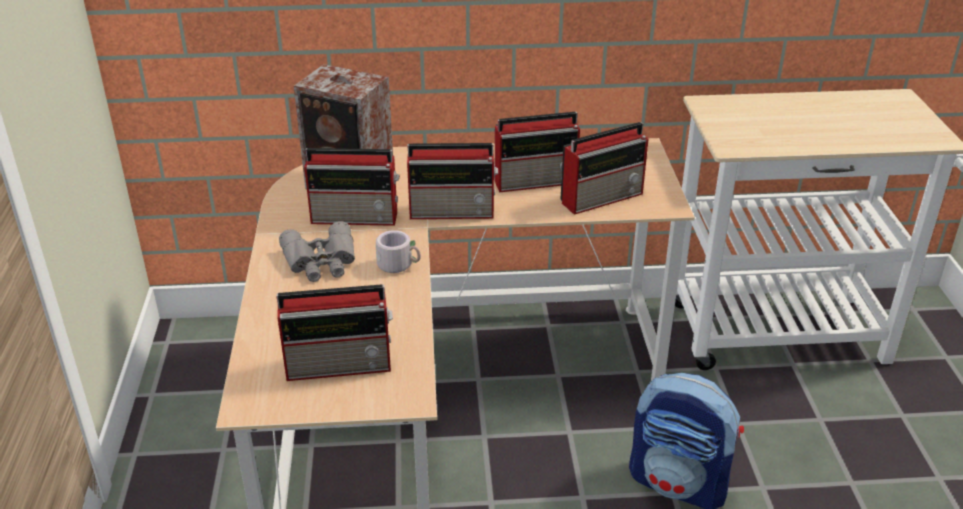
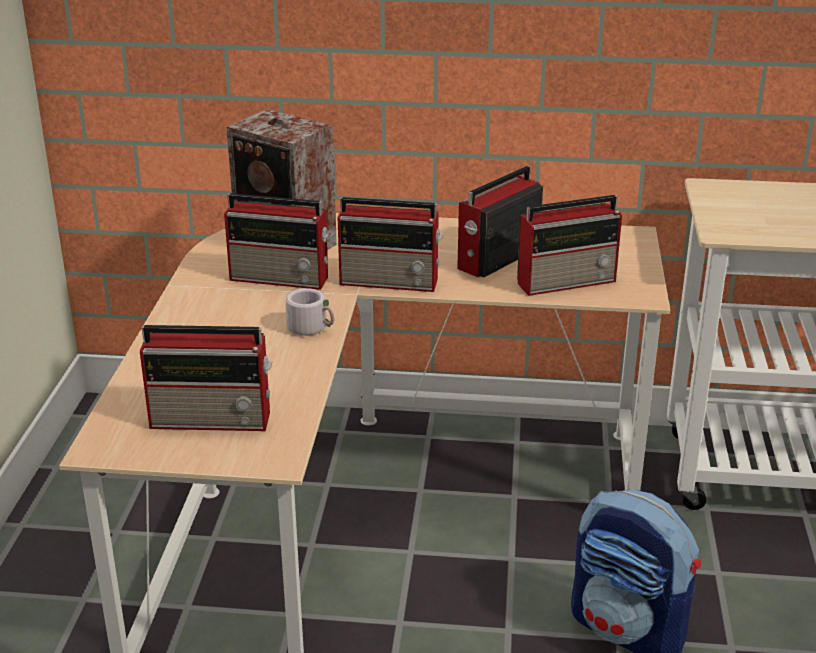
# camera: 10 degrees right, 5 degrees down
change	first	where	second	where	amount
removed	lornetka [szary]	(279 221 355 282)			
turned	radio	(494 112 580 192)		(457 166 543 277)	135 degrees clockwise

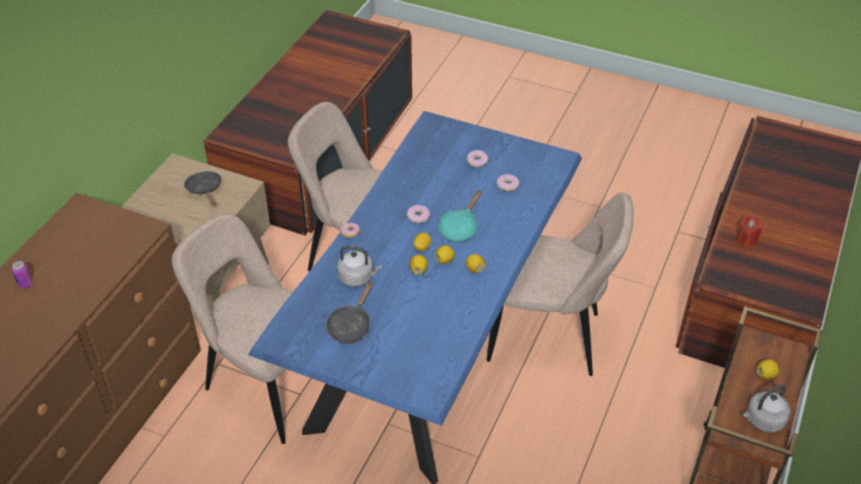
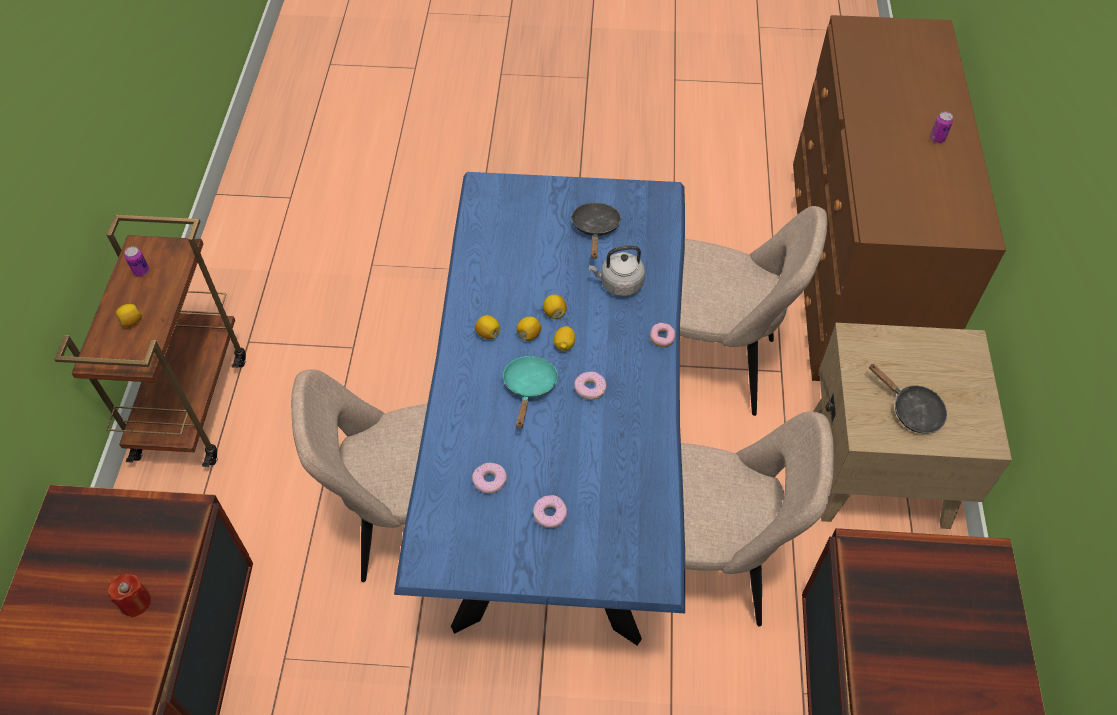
# camera: 160 degrees right, 10 degrees up
change	first	where	second	where	amount
replaced	czajnik [szary]	(743 385 790 432)	puszka	(124 246 149 277)	

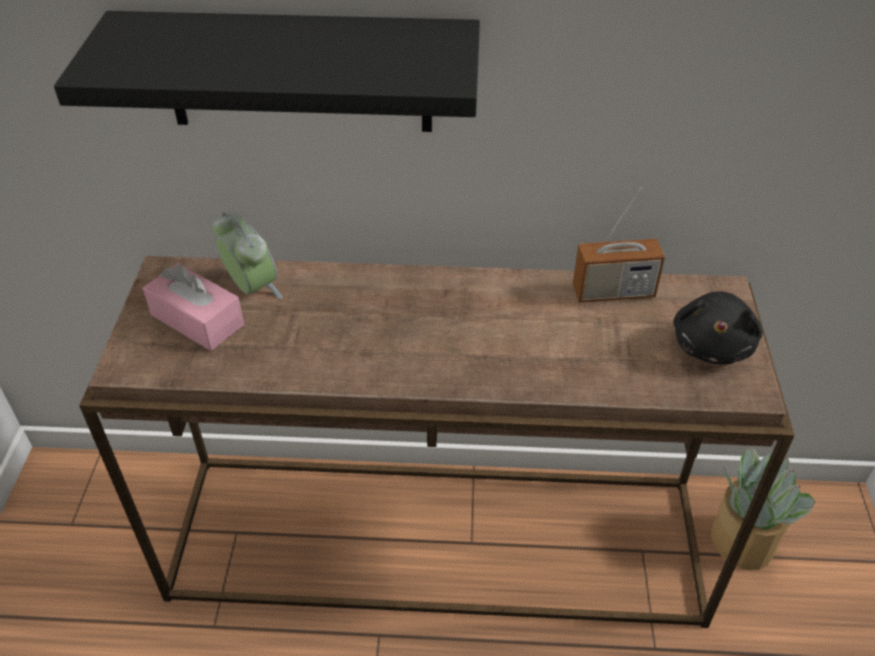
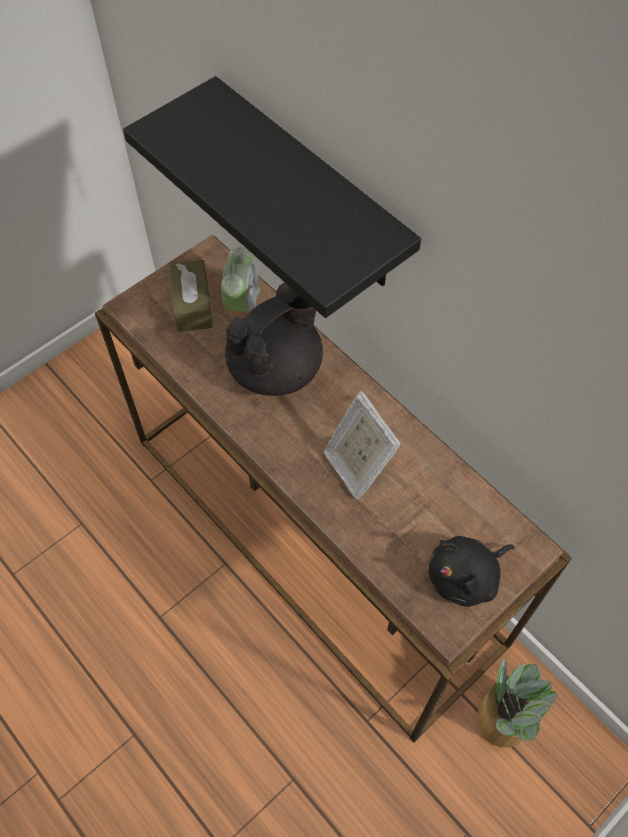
# camera: 45 degrees right, 15 degrees up
change	first	where	second	where	amount
recoloured	pudełko chusteczek [różowy]	(143 263 244 351)	pudełko chusteczek [brązowy]	(169 260 213 332)	
removed	radio	(573 187 665 303)			
added			imbryk [czarny]	(225 283 323 396)	
added			ramka na zdjęcie	(323 391 401 499)	

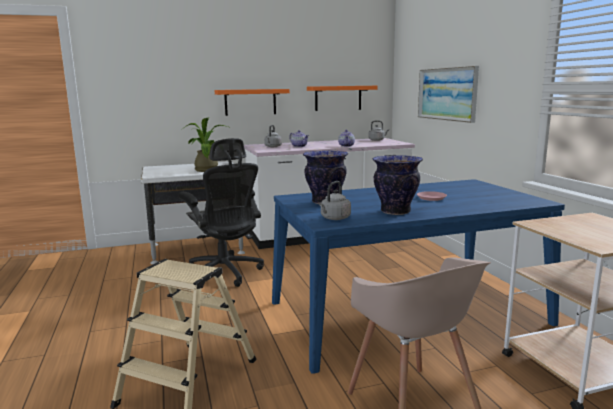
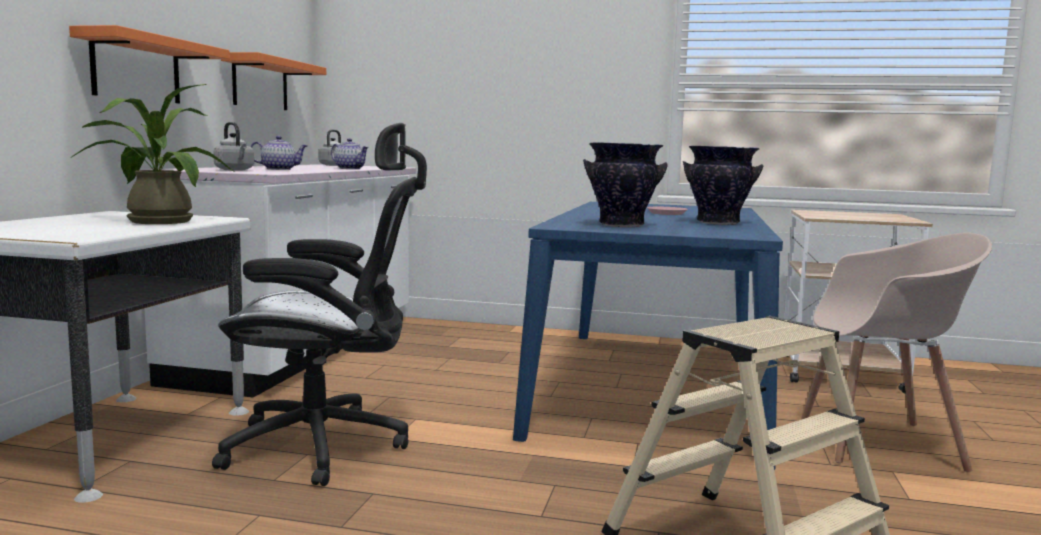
# camera: 60 degrees left, 5 degrees down
change	first	where	second	where	amount
removed	czajnik [szary]	(319 181 351 220)			
removed	obraz	(418 66 479 123)			

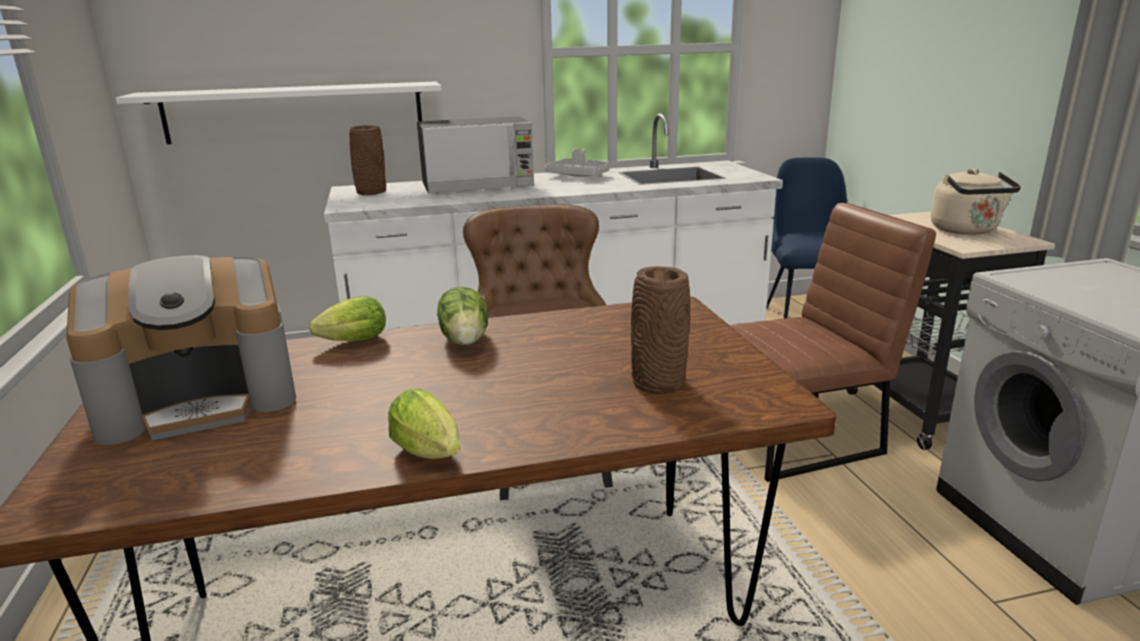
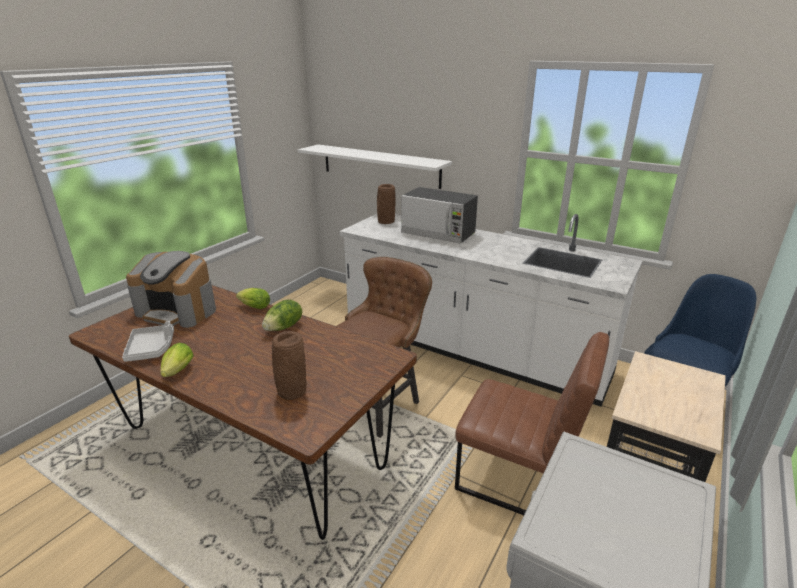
# camera: 45 degrees right, 5 degrees up
change	first	where	second	where	amount
moved	taca [szary]	(545 149 610 177)		(122 321 174 362)	
removed	czajnik [beżowy]	(931 169 1021 235)			

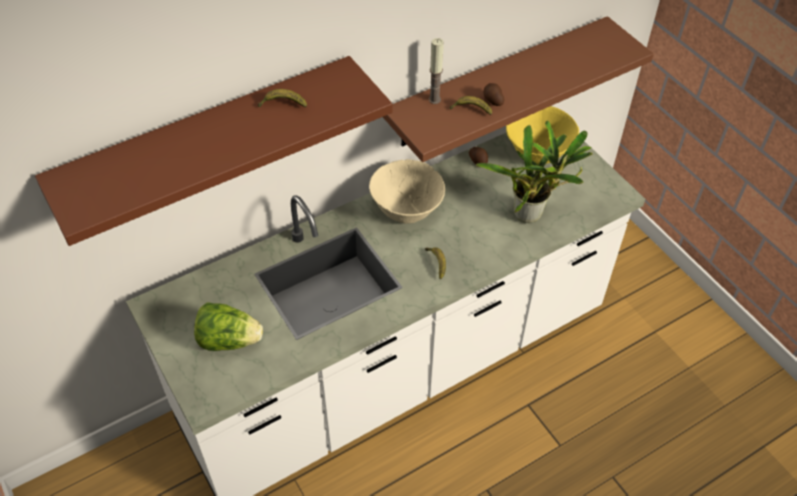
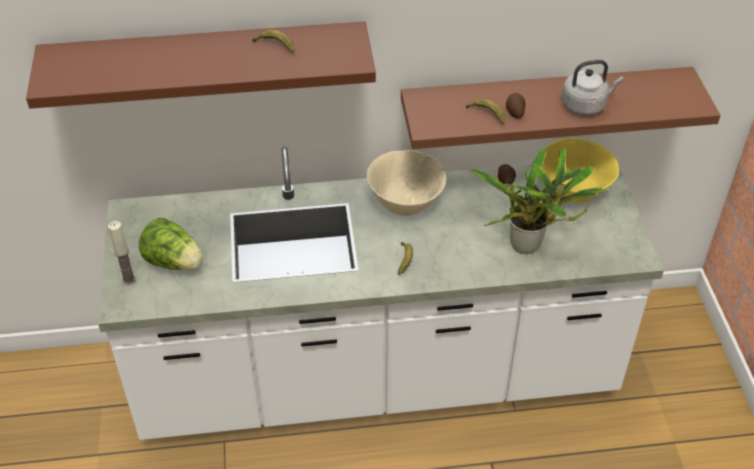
# camera: 25 degrees right, 5 degrees down
change	first	where	second	where	amount
moved	świeca	(429 38 444 104)		(108 221 136 285)	
added			czajnik [szary]	(562 60 624 115)	

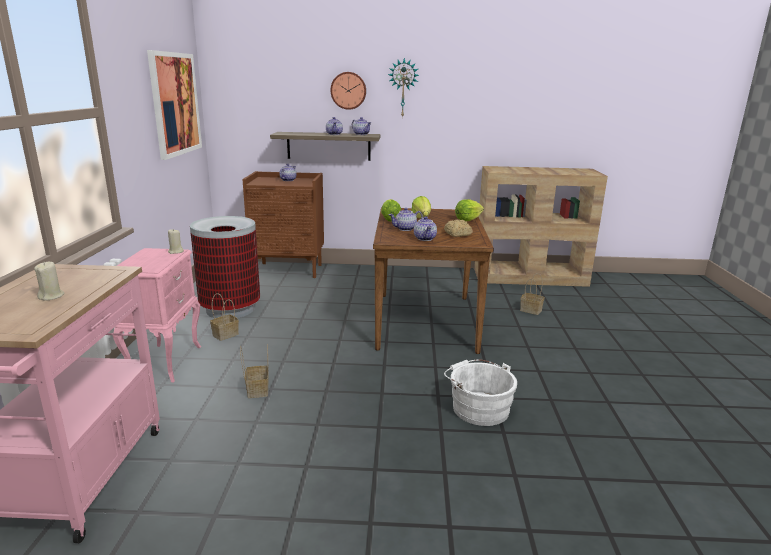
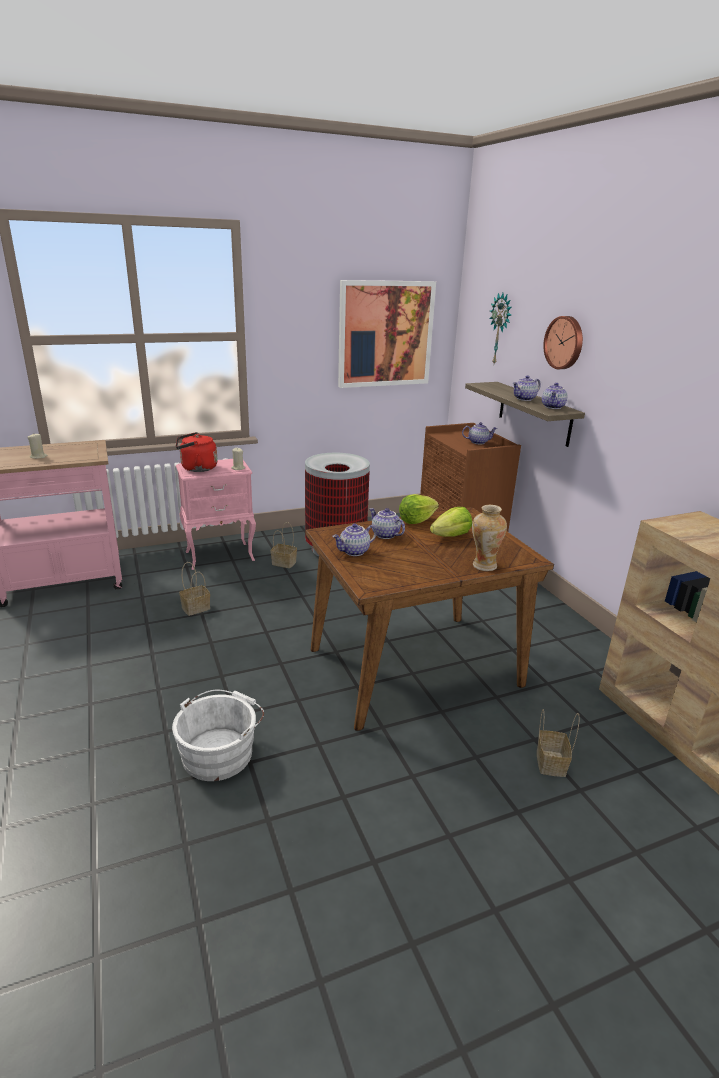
# camera: 65 degrees right, 5 degrees up
change	first	where	second	where	amount
moved	zegar ścienny	(388 58 419 118)		(490 293 512 364)	
removed	chleb	(444 219 473 237)			
replaced	sałata	(455 199 484 221)	wazon	(472 505 507 571)	
added			czajnik [czerwony]	(176 432 218 472)	

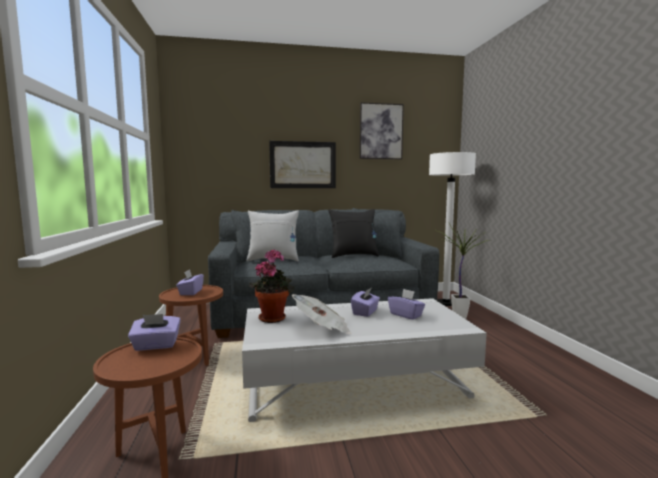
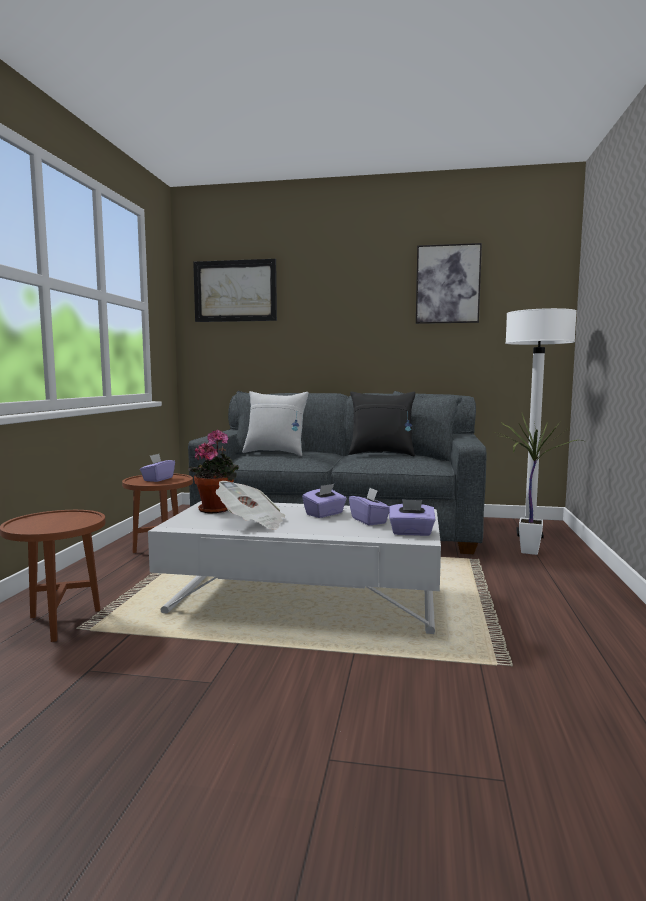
# camera: 20 degrees right, 0 degrees up
change	first	where	second	where	amount
moved	pudełko chusteczek [fioletowy]	(128 314 181 351)		(389 499 435 536)	
moved	obraz	(269 141 336 188)		(193 259 277 322)	

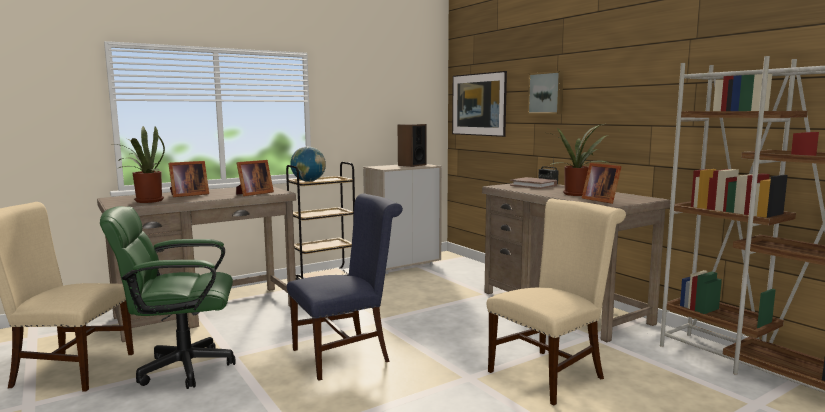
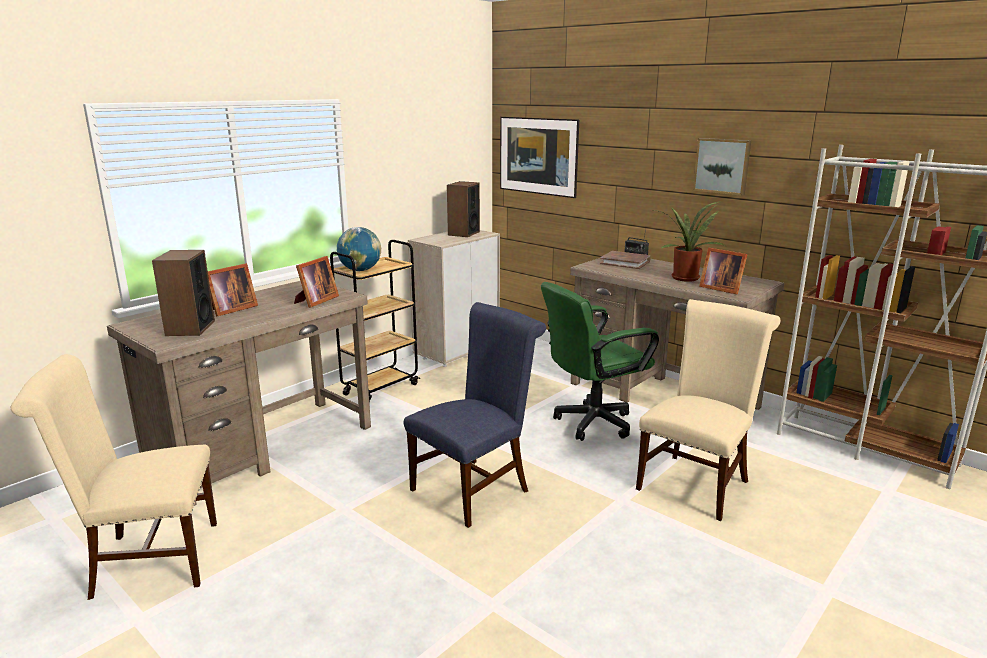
# camera: 15 degrees left, 10 degrees up
change	first	where	second	where	amount
moved	krzesło biurowe [zielony]	(100 206 236 389)		(541 282 659 441)	
replaced	roślina doniczkowa	(113 127 165 203)	głośnik	(152 250 215 336)	
moved	obraz	(528 71 564 114)		(693 138 751 196)	

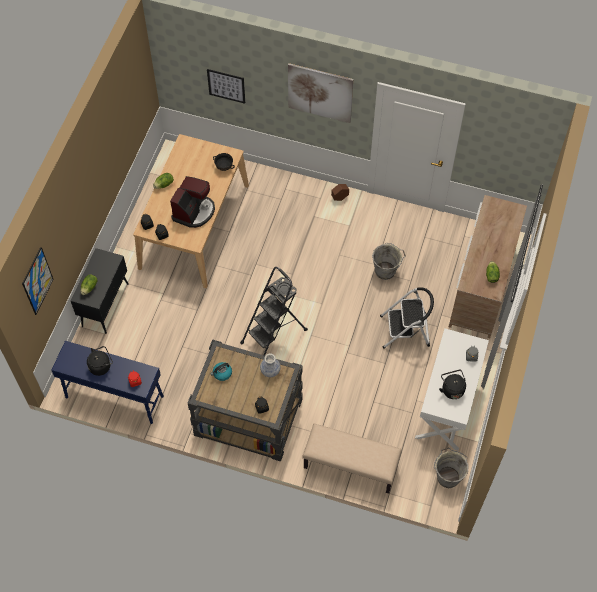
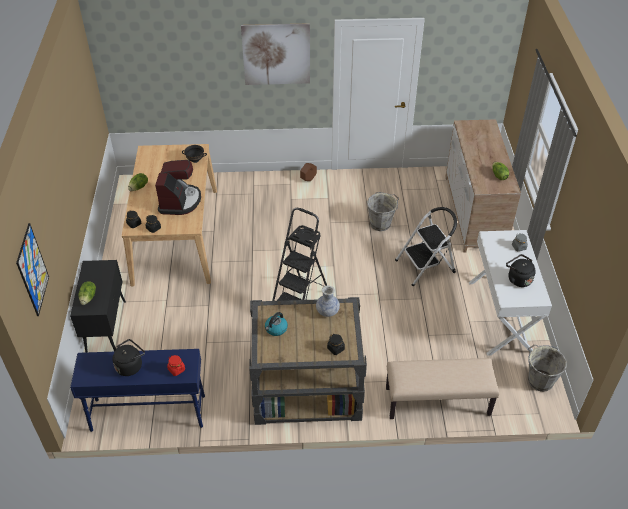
# camera: 20 degrees left, 15 degrees down
change	first	where	second	where	amount
removed	obraz	(207 69 245 104)			

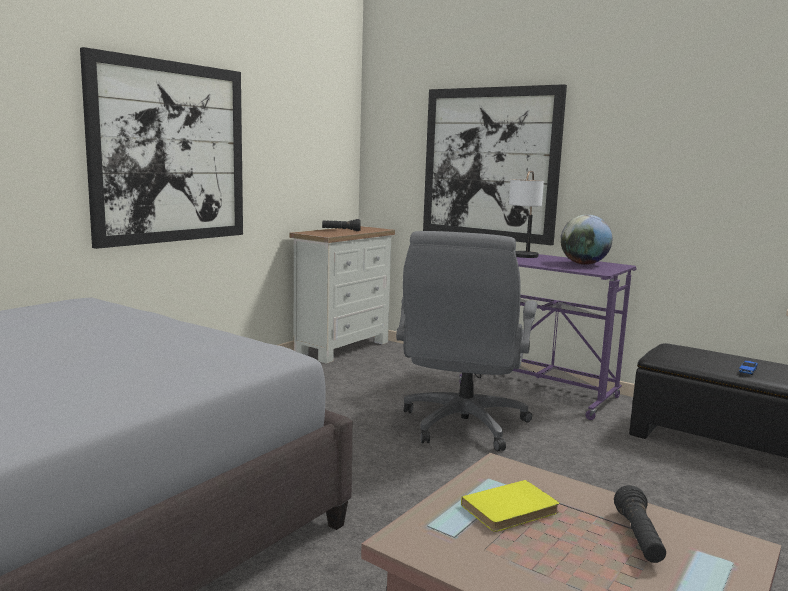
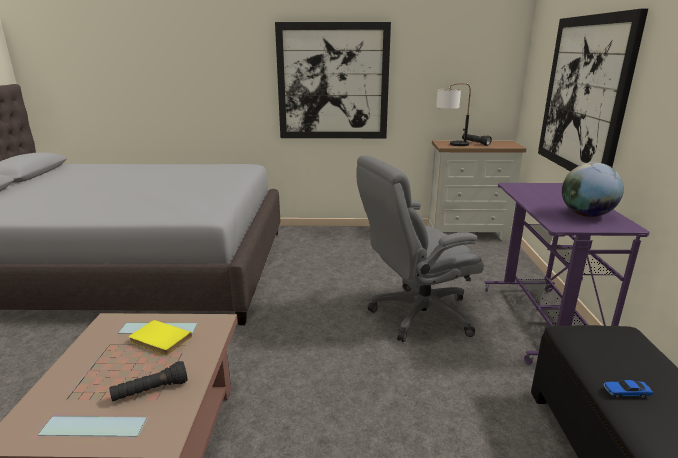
# camera: 55 degrees right, 10 degrees up
change	first	where	second	where	amount
moved	lampa stołowa	(509 171 544 258)		(436 83 471 146)	

